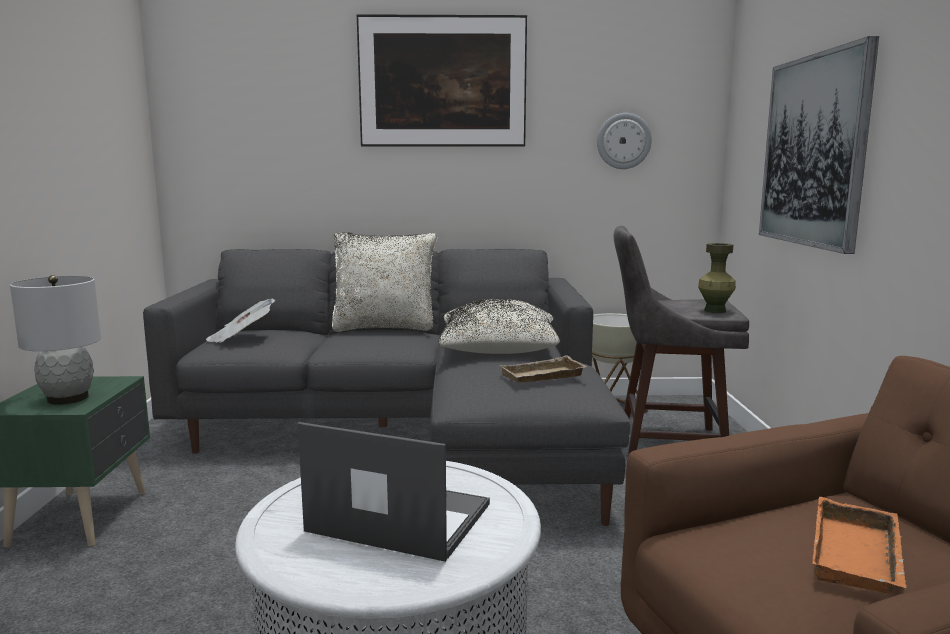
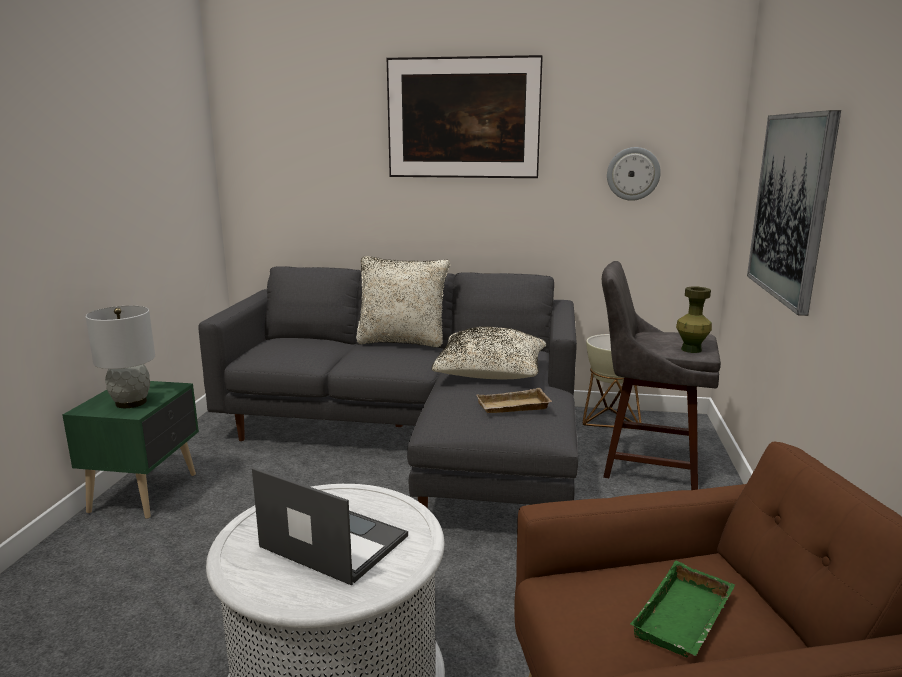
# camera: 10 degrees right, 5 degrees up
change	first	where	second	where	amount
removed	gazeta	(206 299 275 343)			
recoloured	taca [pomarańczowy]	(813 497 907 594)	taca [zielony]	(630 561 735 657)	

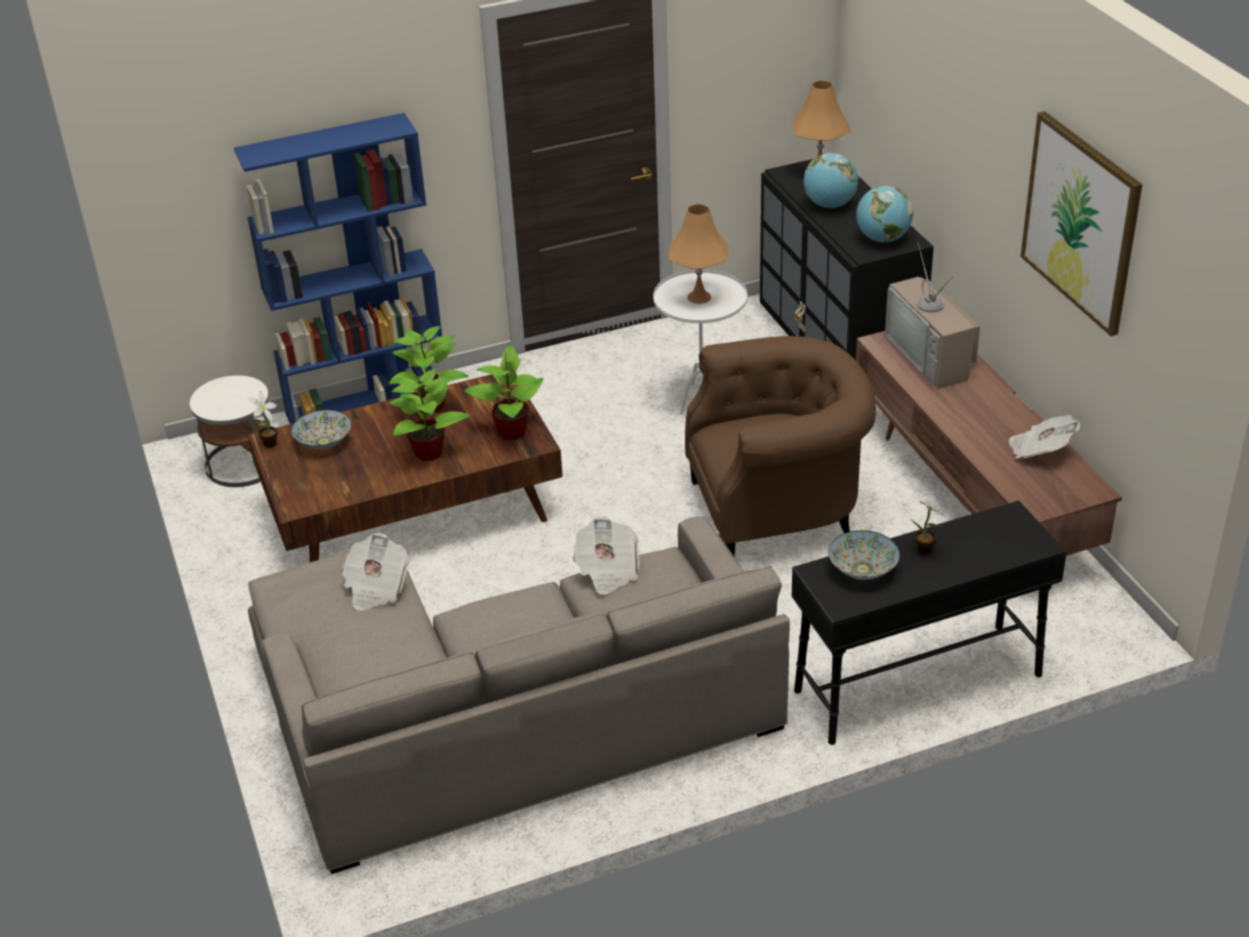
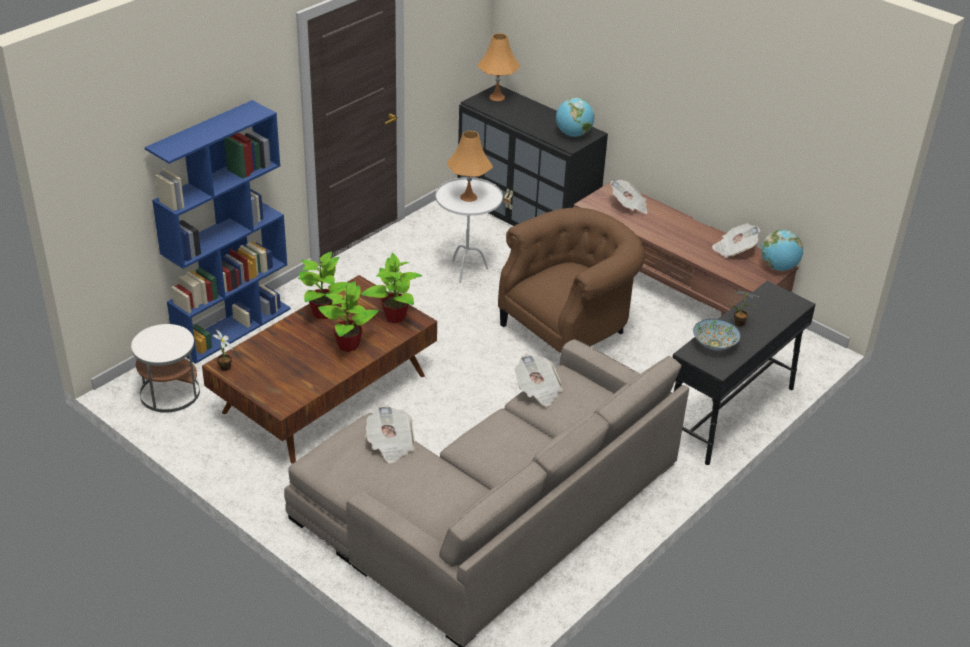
# camera: 30 degrees left, 0 degrees up
change	first	where	second	where	amount
removed	miska	(291 410 351 449)			
moved	globus	(803 153 859 208)		(761 230 803 271)	
replaced	telewizor	(885 243 980 389)	gazeta	(610 180 647 214)	
removed	obraz	(1021 111 1142 336)			

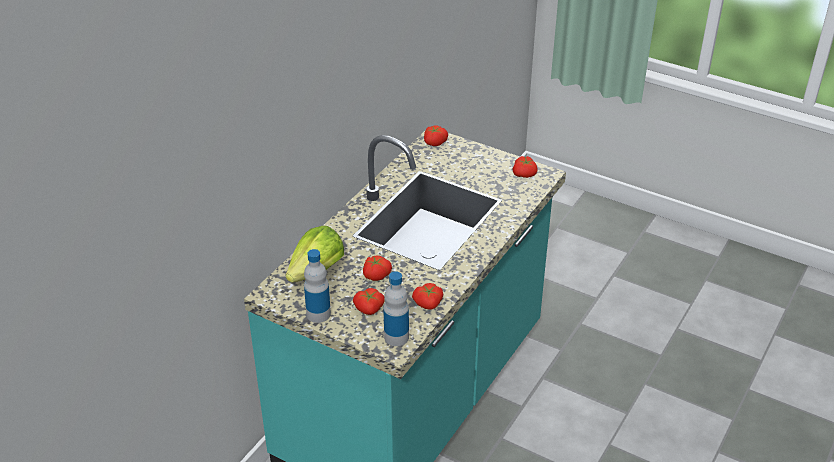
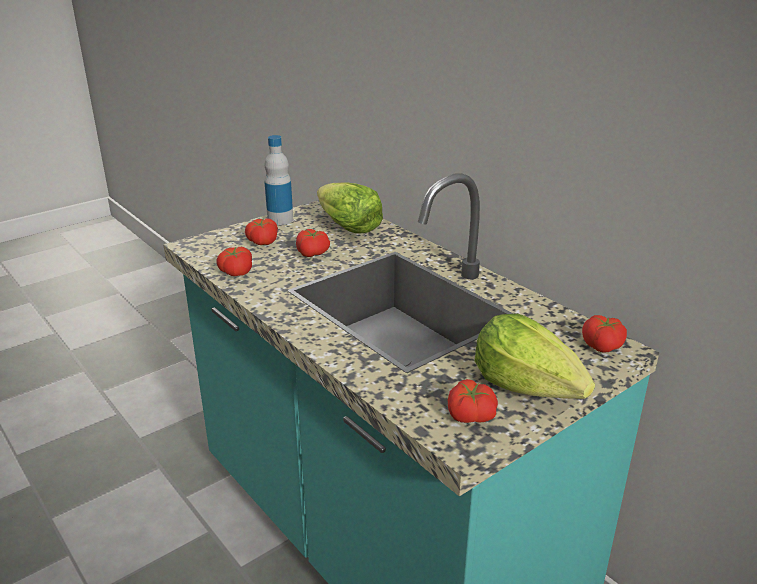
# camera: 110 degrees right, 10 degrees down
change	first	where	second	where	amount
removed	butelka	(383 271 409 346)			
added			sałata	(475 314 595 399)	

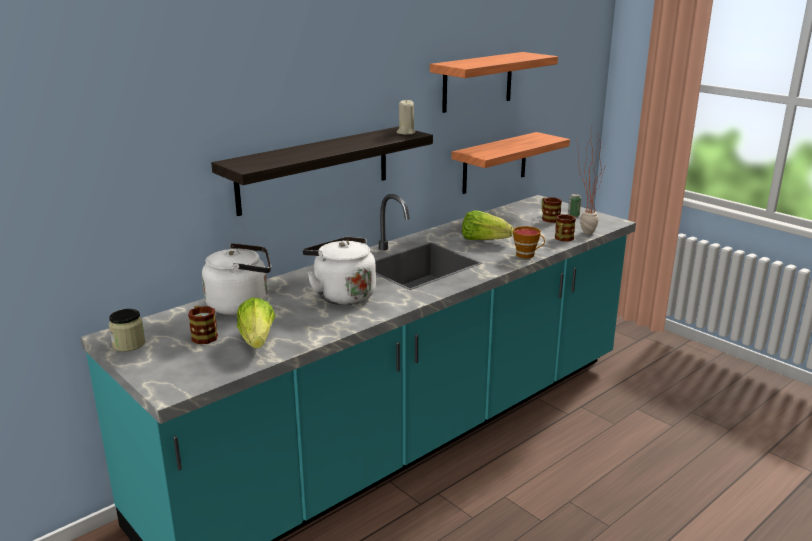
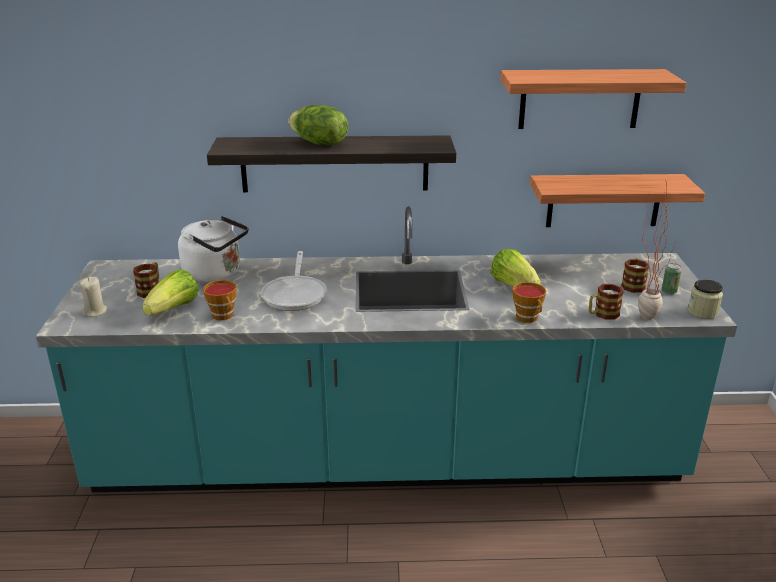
# camera: 40 degrees right, 5 degrees up
change	first	where	second	where	amount
moved	słoik	(109 309 145 352)		(688 279 723 319)	
replaced	czajnik [biały]	(303 237 376 305)	patelnia	(261 251 327 311)	
moved	świeca [beżowy]	(397 99 416 135)		(79 277 107 317)	
added			filiżanka	(203 280 237 320)	
added			sałata	(288 105 348 145)	

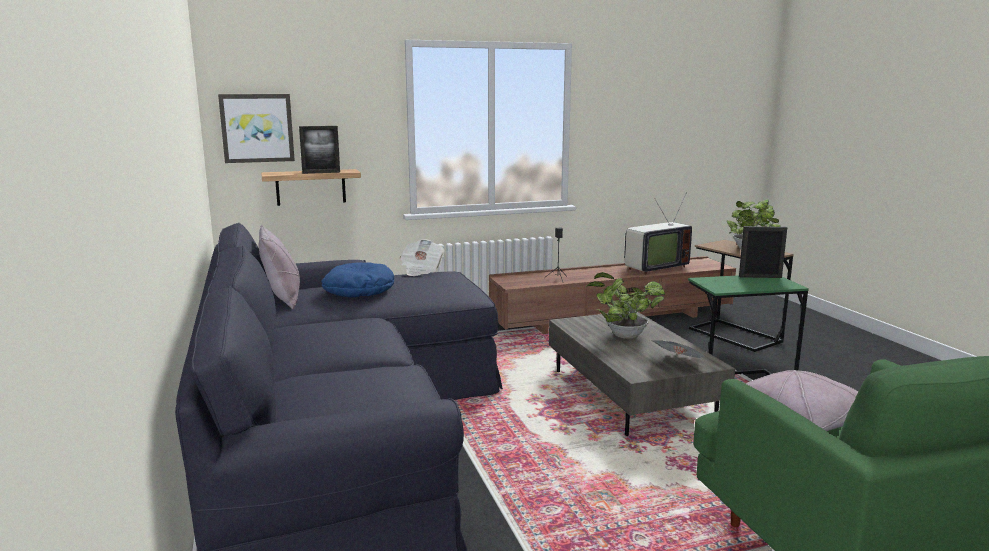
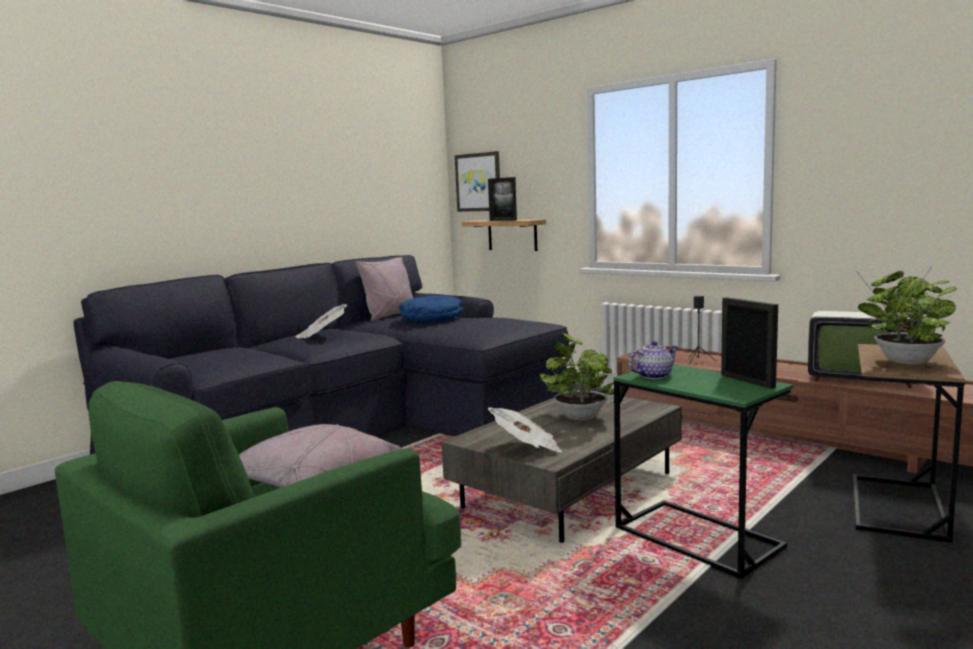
# camera: 60 degrees right, 5 degrees down
change	first	where	second	where	amount
moved	gazeta	(400 239 445 276)		(296 304 347 338)	
added			imbryk	(629 341 678 379)	

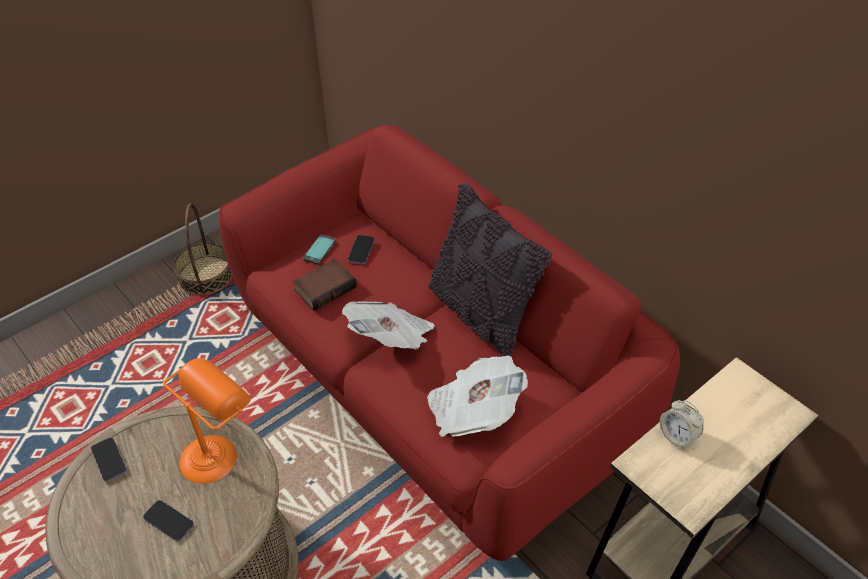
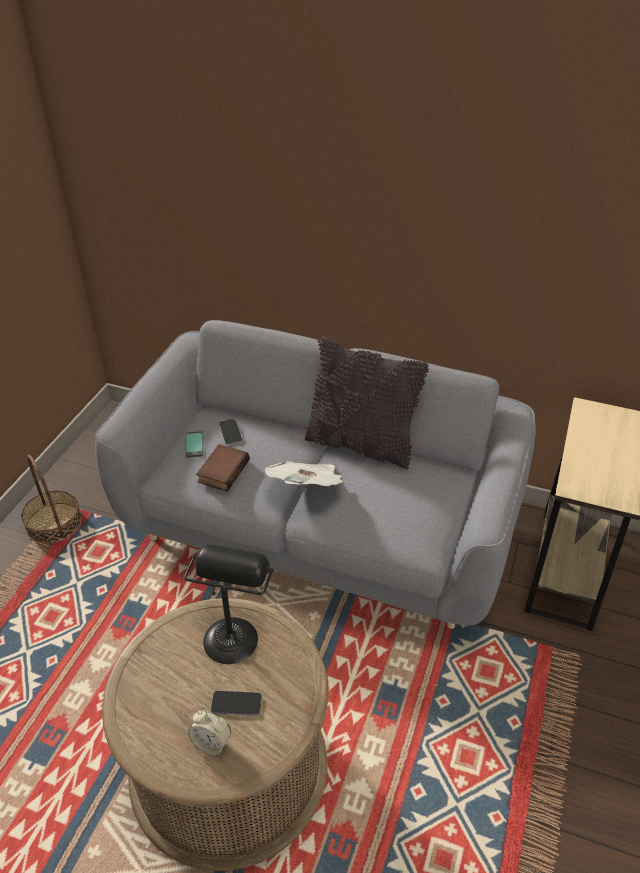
# camera: 30 degrees left, 5 degrees down
change	first	where	second	where	amount
removed	telefon	(91 438 127 481)			
recoloured	lampa stołowa [pomarańczowy]	(163 358 251 484)	lampa stołowa [czarny]	(184 544 273 664)	
recoloured	kanapa [czerwony]	(219 125 680 561)	kanapa [szary]	(95 320 536 629)	
removed	gazeta	(427 355 528 437)			
moved	budzik	(660 400 704 449)		(188 710 231 755)	

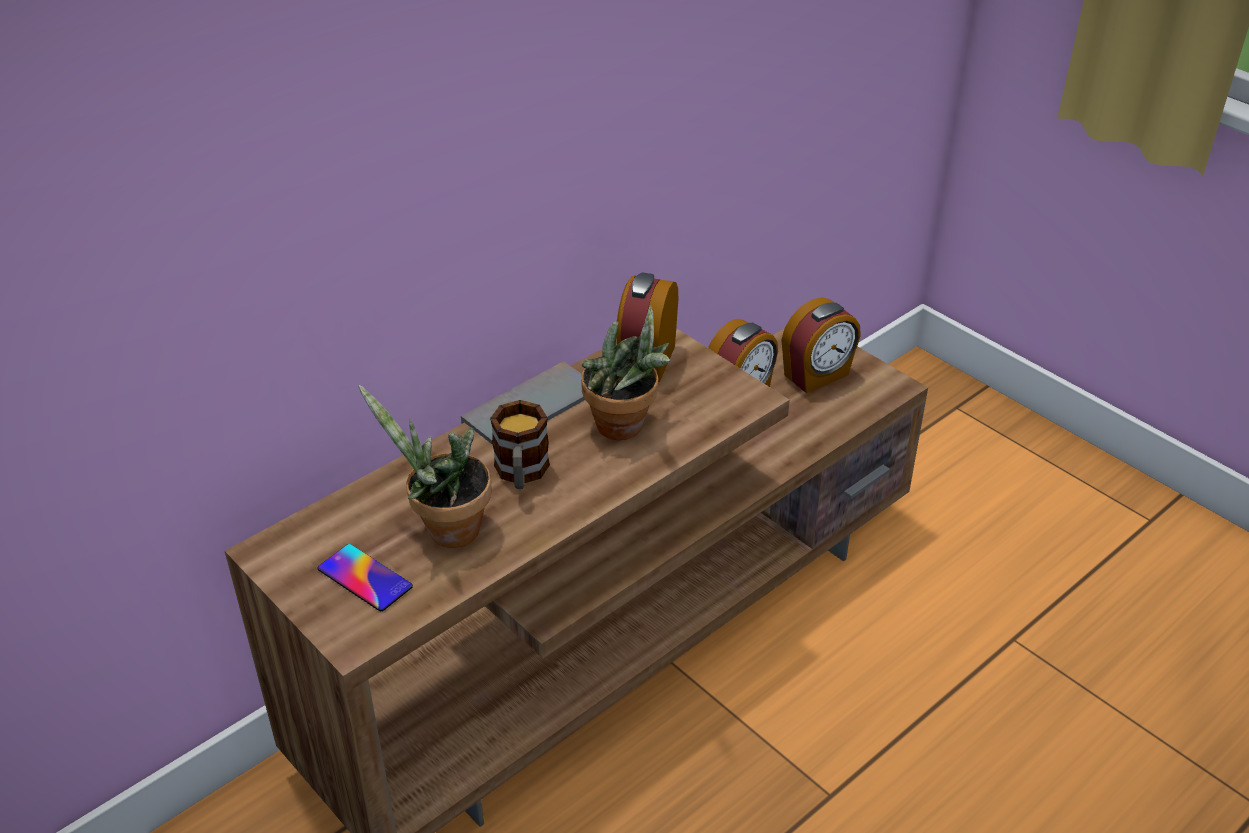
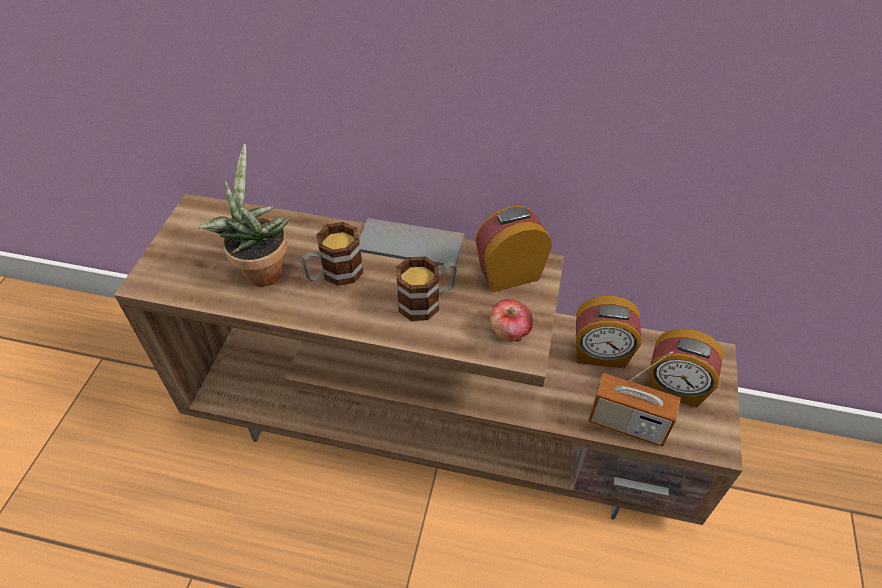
# camera: 55 degrees right, 10 degrees up
change	first	where	second	where	amount
removed	telefon	(318 544 413 611)			
replaced	roślina doniczkowa	(581 305 670 440)	kubek	(396 256 457 321)	
added			jabłko	(490 299 533 342)	
added			radio	(588 351 681 447)	

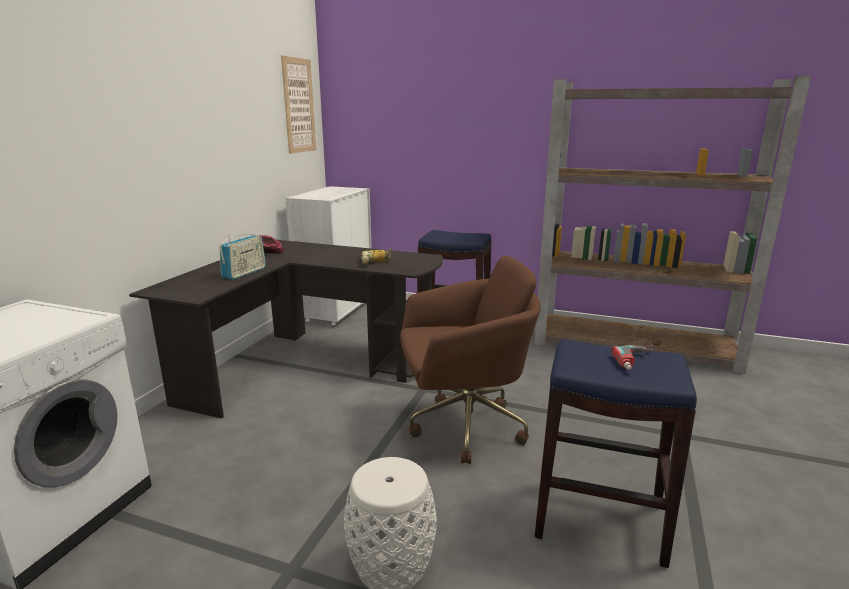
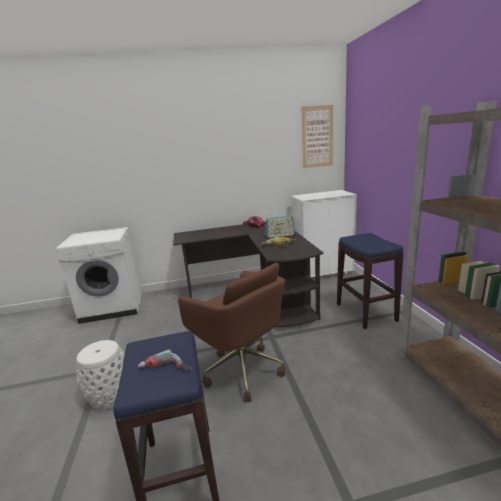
# camera: 60 degrees right, 0 degrees up
change	first	where	second	where	amount
moved	radio	(219 234 266 280)		(266 213 295 238)	

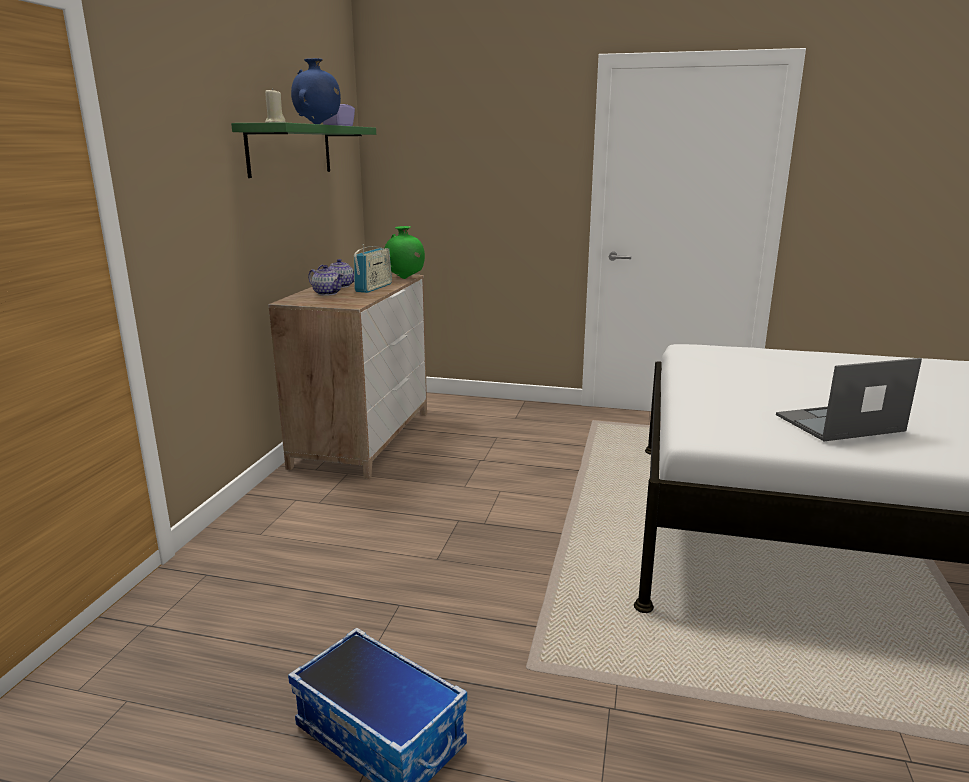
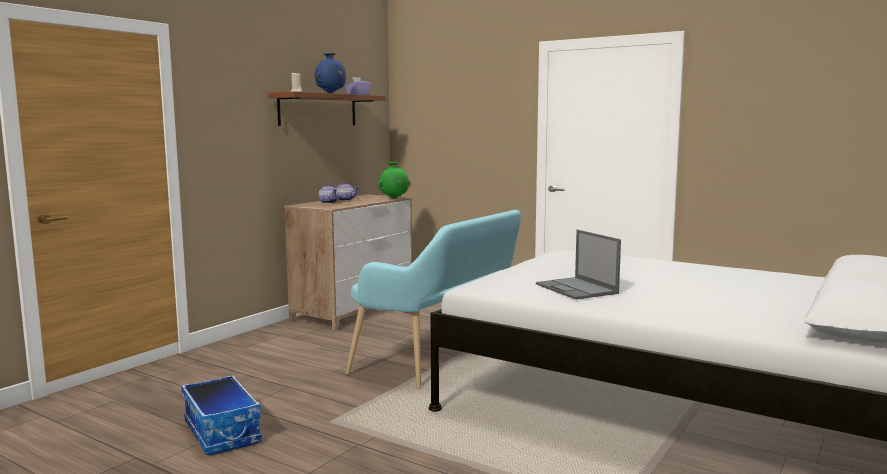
# camera: 20 degrees right, 10 degrees down
change	first	where	second	where	amount
recoloured	półka [zielony]	(231 122 376 178)	półka [brązowy]	(268 91 386 126)	
removed	radio	(354 244 392 293)			
turned	laptop	(776 358 922 441)		(536 230 621 299)	120 degrees counterclockwise
added			ławka [turkusowy]	(346 210 521 388)	

